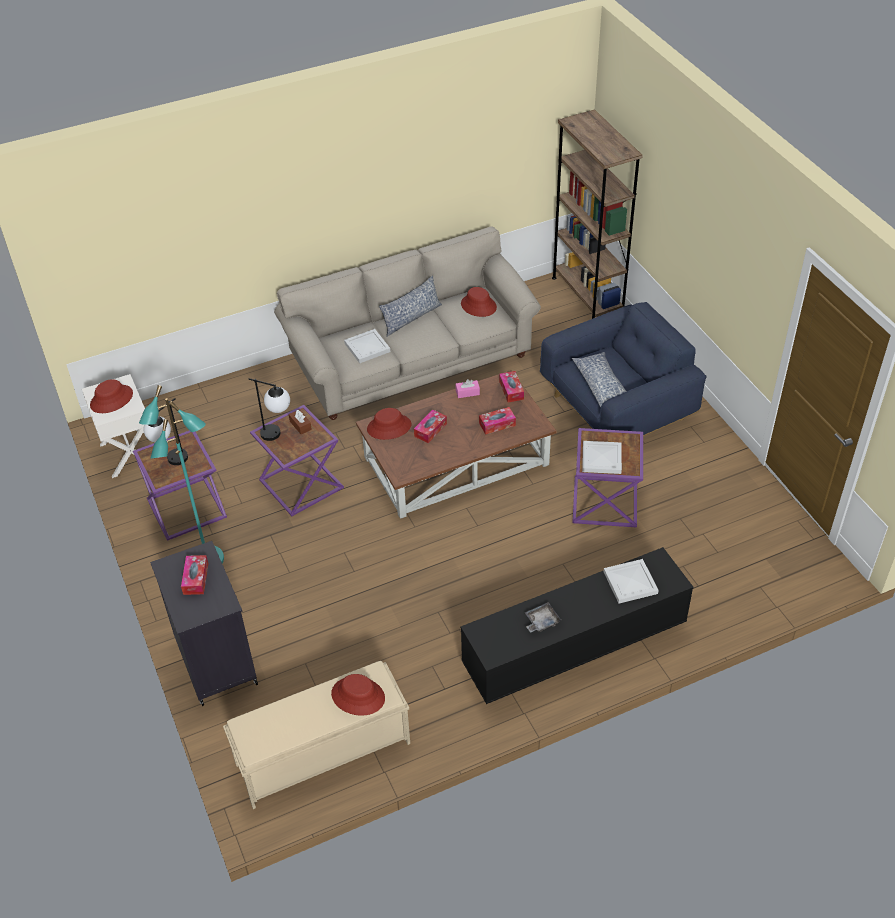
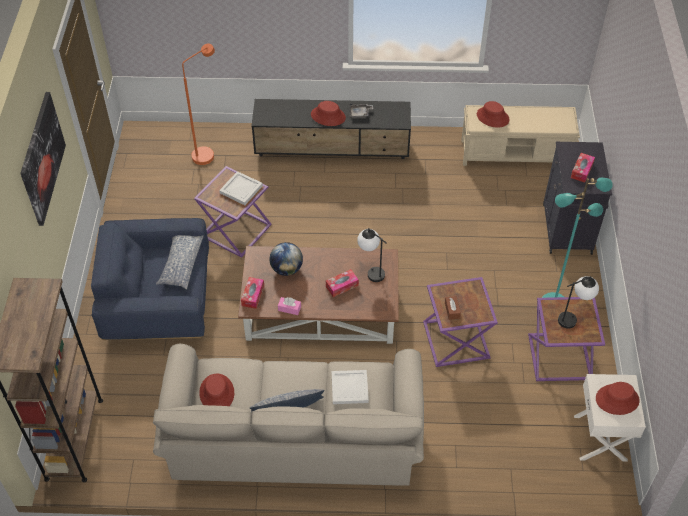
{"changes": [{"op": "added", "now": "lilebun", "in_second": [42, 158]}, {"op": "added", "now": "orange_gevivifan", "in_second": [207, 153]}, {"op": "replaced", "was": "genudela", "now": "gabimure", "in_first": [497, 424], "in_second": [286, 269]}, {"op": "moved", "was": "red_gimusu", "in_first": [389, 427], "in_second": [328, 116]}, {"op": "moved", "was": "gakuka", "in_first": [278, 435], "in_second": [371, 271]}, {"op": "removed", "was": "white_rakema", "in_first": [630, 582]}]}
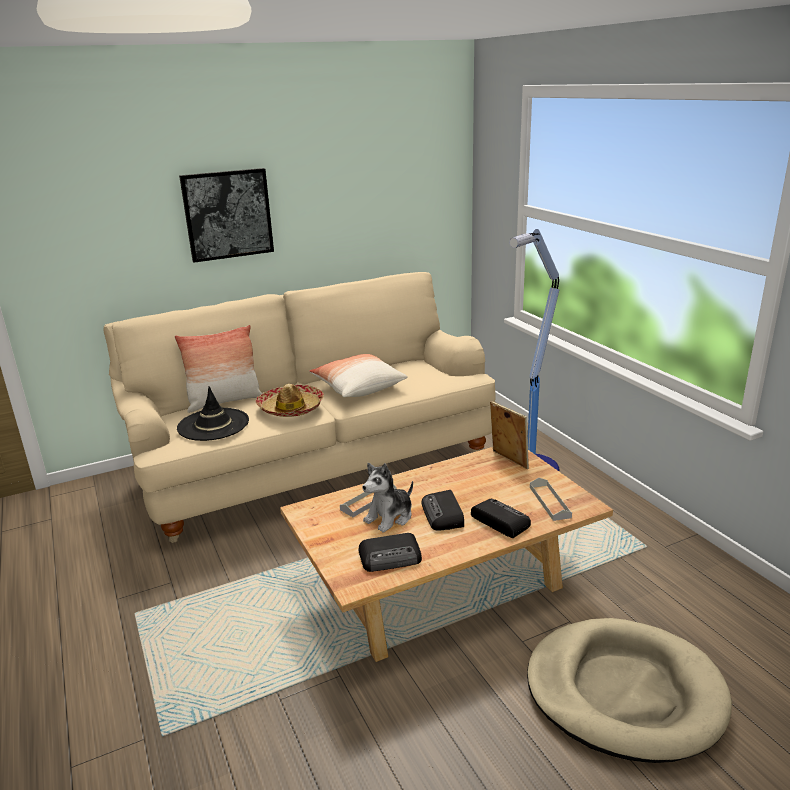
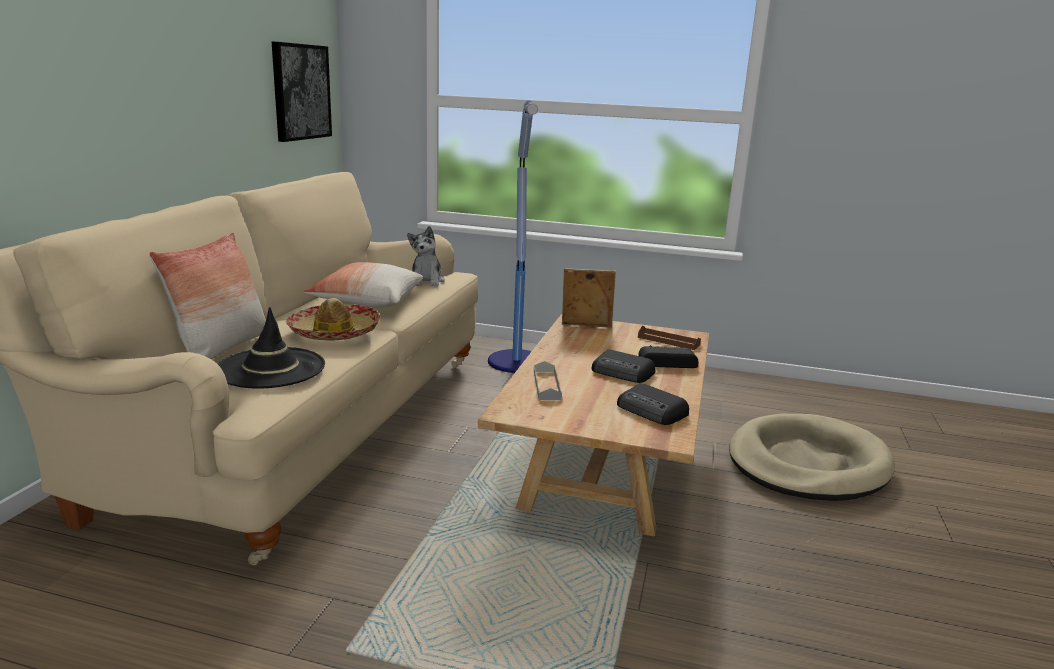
{"changes": [{"op": "moved", "was": "lilebun", "in_first": [228, 214], "in_second": [301, 92]}, {"op": "moved", "was": "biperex", "in_first": [390, 517], "in_second": [426, 281]}, {"op": "turned", "was": "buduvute", "in_first": [391, 557], "in_second": [652, 411], "clockwise": 105}, {"op": "recoloured", "was": "grey_rakema", "now": "brown_rakema", "in_first": [549, 502], "in_second": [668, 341]}]}
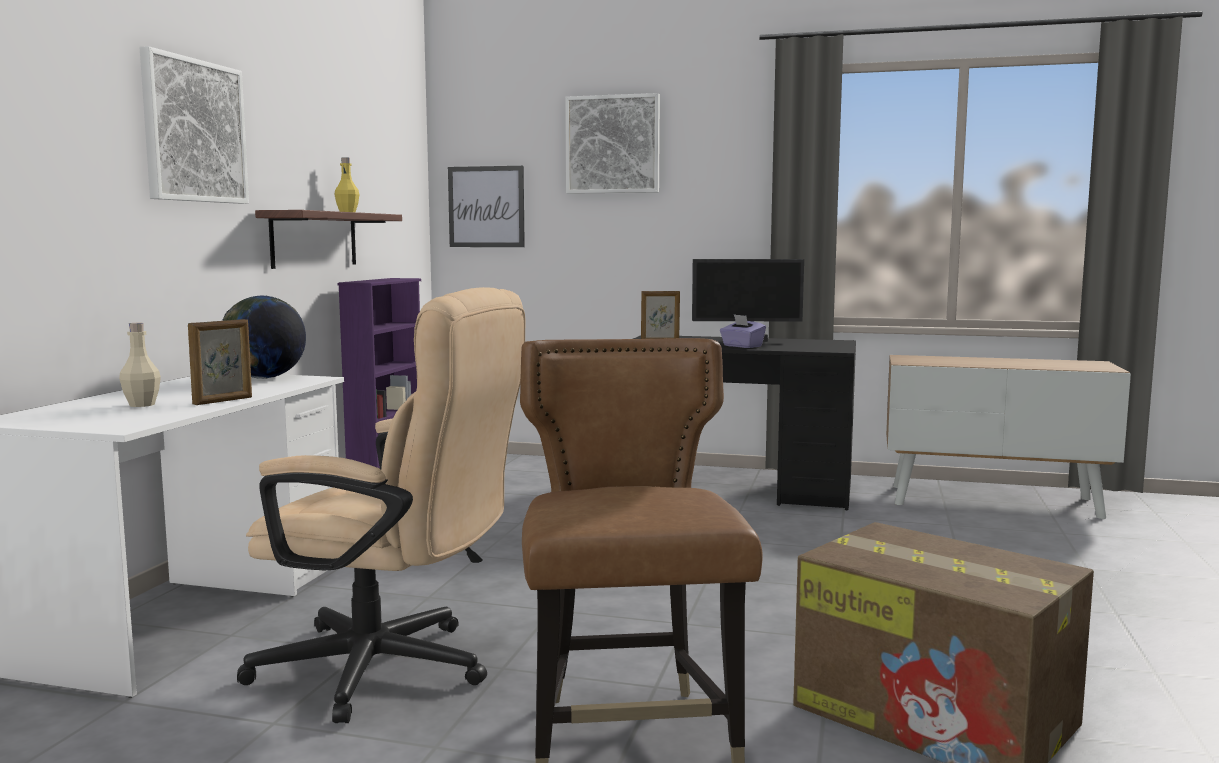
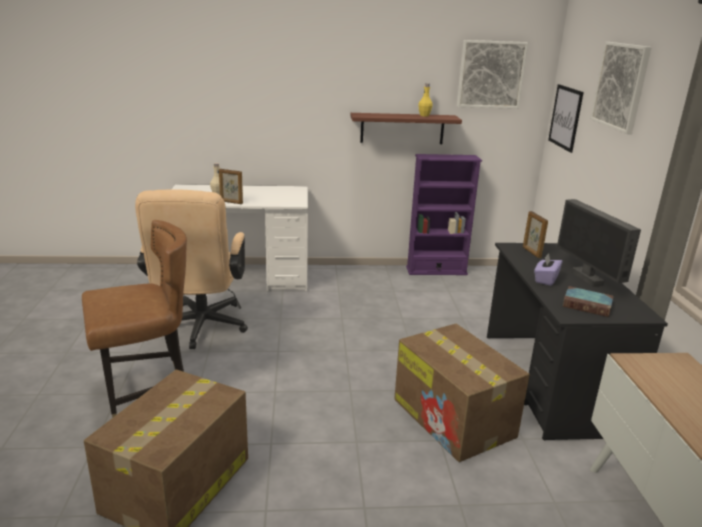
{"changes": [{"op": "added", "now": "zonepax", "in_second": [454, 419]}, {"op": "moved", "was": "lilebun", "in_first": [194, 131], "in_second": [491, 74]}, {"op": "added", "now": "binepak", "in_second": [588, 305]}, {"op": "removed", "was": "gabimure", "in_first": [265, 378]}]}
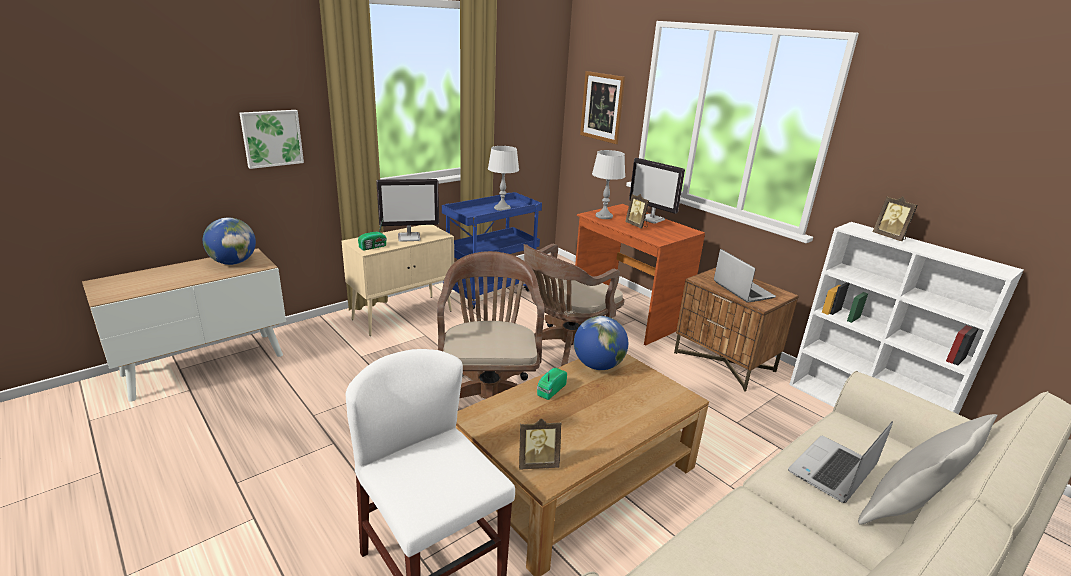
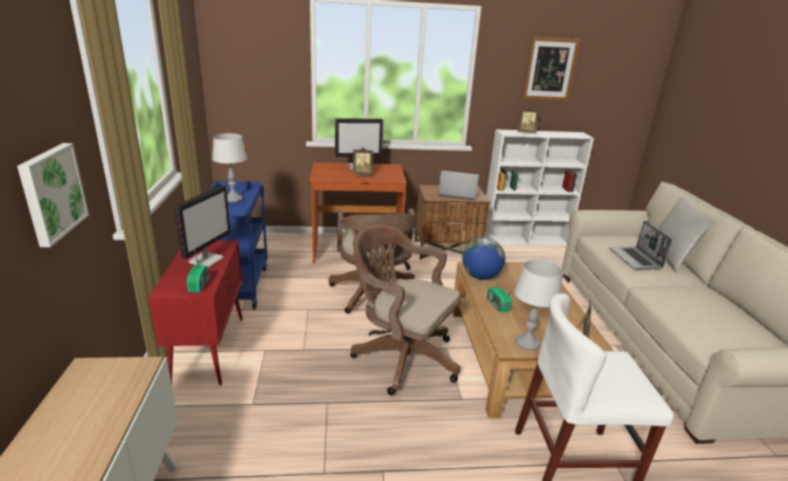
{"changes": [{"op": "recoloured", "was": "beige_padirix", "now": "red_padirix", "in_first": [403, 315], "in_second": [209, 349]}, {"op": "moved", "was": "grey_gakuka", "in_first": [604, 216], "in_second": [527, 342]}, {"op": "moved", "was": "lilebun", "in_first": [602, 107], "in_second": [550, 69]}, {"op": "removed", "was": "gabimure", "in_first": [233, 262]}]}
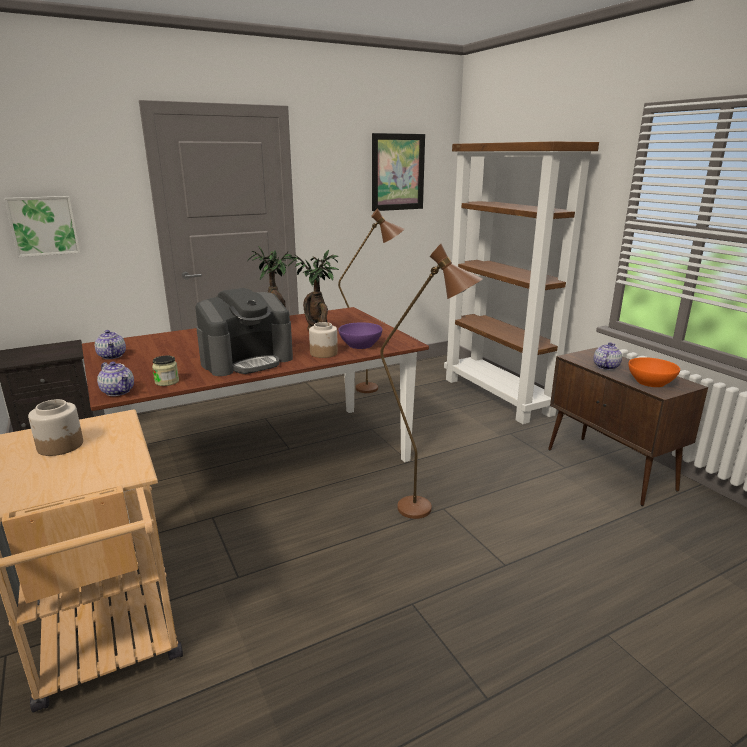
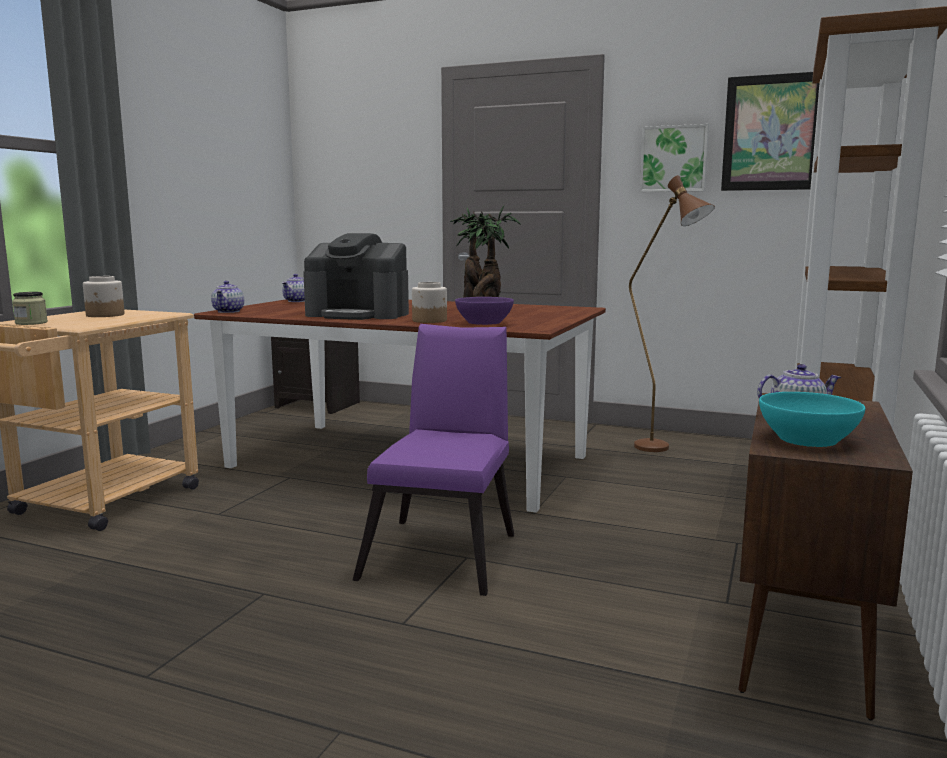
{"changes": [{"op": "moved", "was": "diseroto", "in_first": [167, 382], "in_second": [31, 323]}, {"op": "replaced", "was": "brown_gevivifan", "now": "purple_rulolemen", "in_first": [427, 511], "in_second": [445, 551]}, {"op": "moved", "was": "lilebun", "in_first": [43, 225], "in_second": [674, 159]}, {"op": "recoloured", "was": "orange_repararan", "now": "turquoise_repararan", "in_first": [650, 382], "in_second": [807, 439]}]}
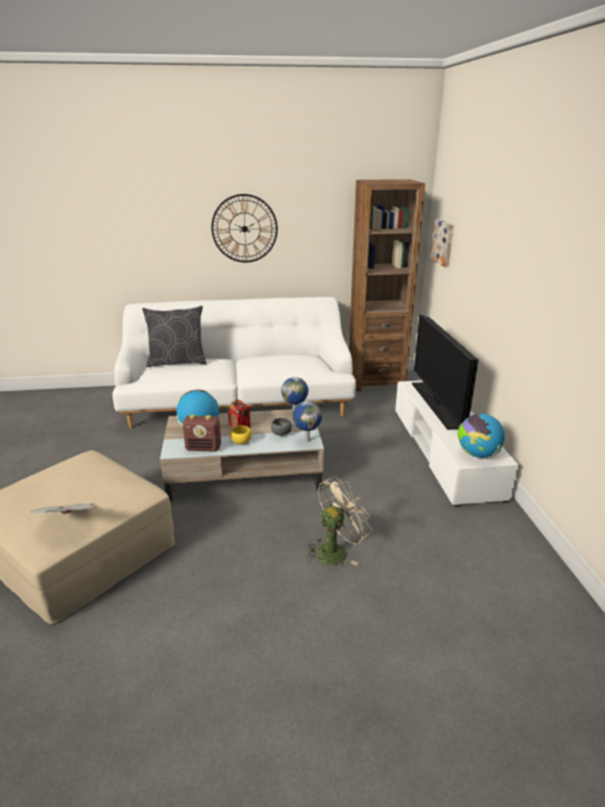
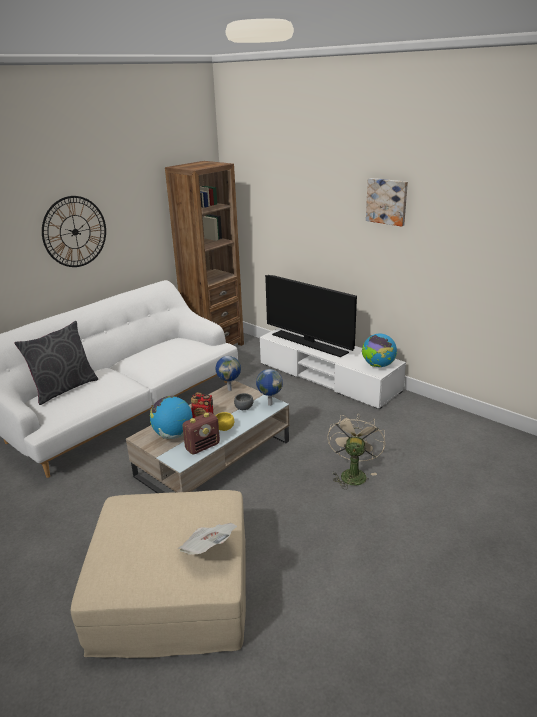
{"changes": [{"op": "moved", "was": "lilebun", "in_first": [444, 242], "in_second": [387, 201]}]}
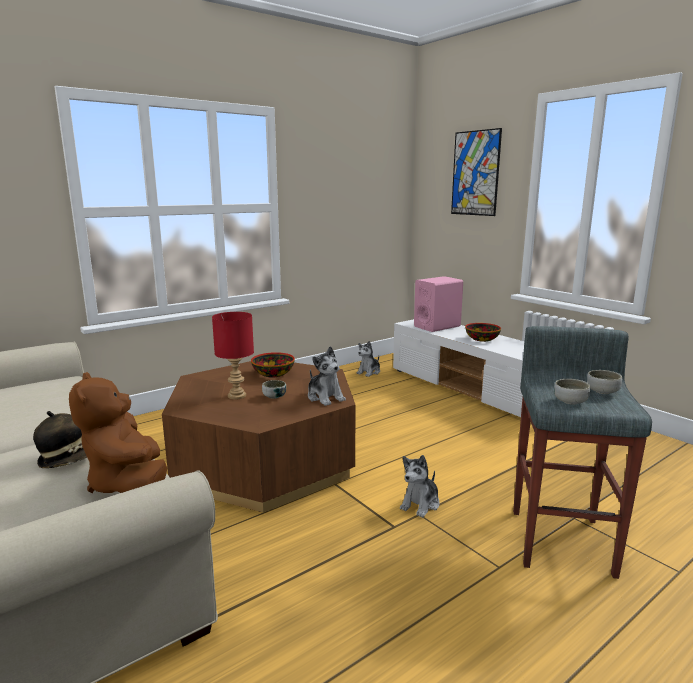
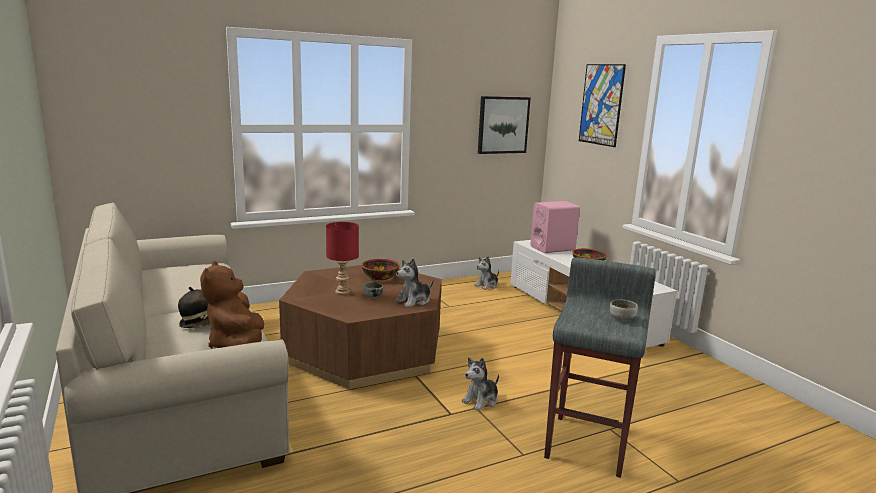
{"changes": [{"op": "turned", "was": "biperex", "in_first": [325, 397], "in_second": [414, 301], "clockwise": 75}, {"op": "added", "now": "lilebun", "in_second": [503, 125]}, {"op": "removed", "was": "repararan", "in_first": [570, 401]}]}
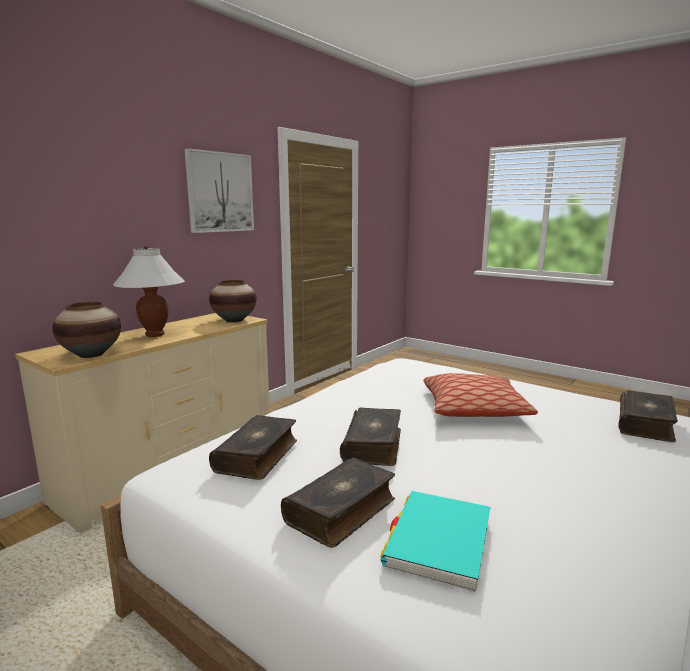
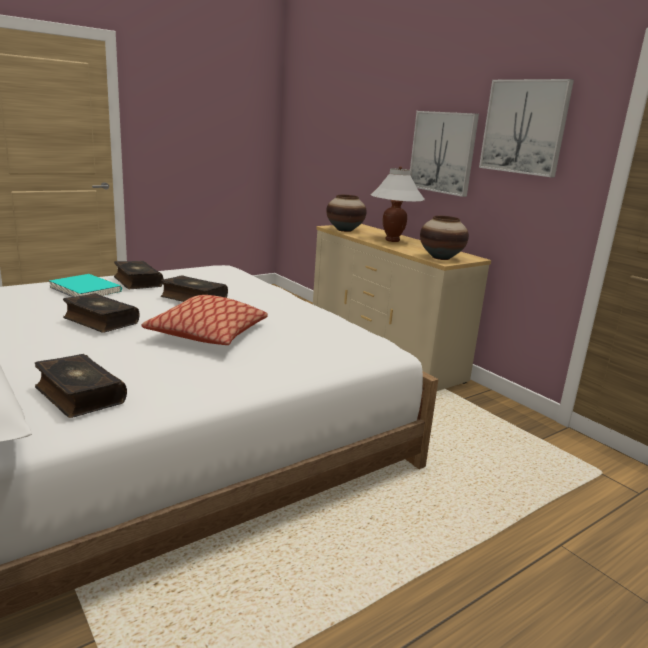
{"changes": [{"op": "moved", "was": "binepak", "in_first": [258, 456], "in_second": [100, 321]}, {"op": "added", "now": "lilebun", "in_second": [443, 152]}]}
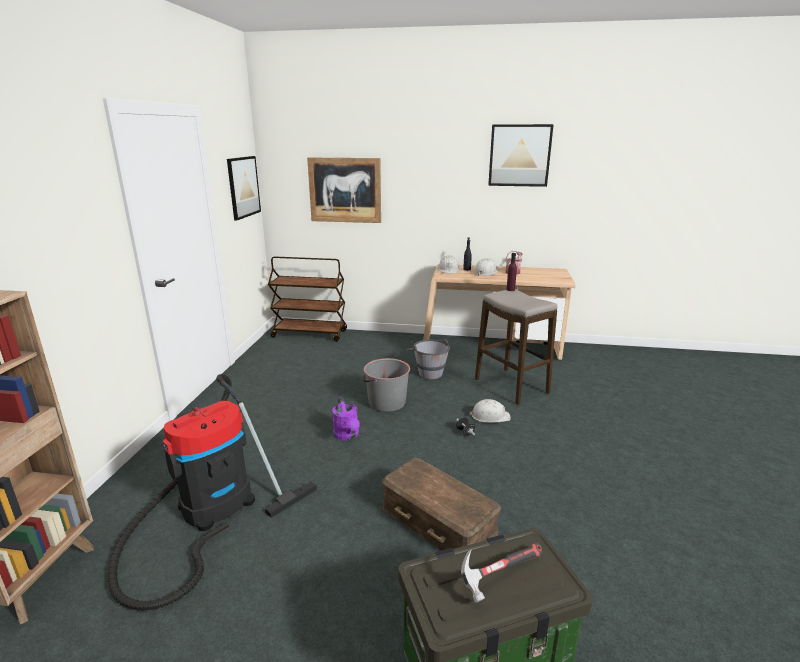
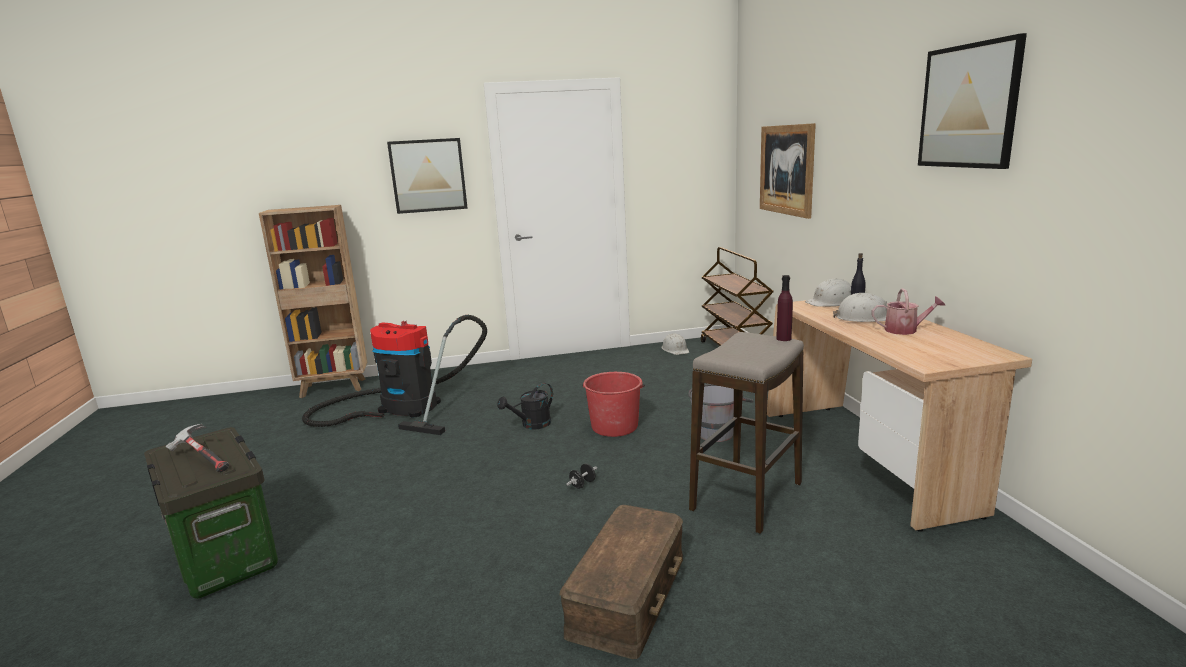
{"changes": [{"op": "moved", "was": "lilebun", "in_first": [243, 187], "in_second": [428, 175]}, {"op": "recoloured", "was": "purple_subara", "now": "black_subara", "in_first": [347, 436], "in_second": [531, 425]}, {"op": "moved", "was": "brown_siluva", "in_first": [439, 521], "in_second": [629, 595]}, {"op": "recoloured", "was": "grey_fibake", "now": "red_fibake", "in_first": [386, 402], "in_second": [614, 426]}, {"op": "moved", "was": "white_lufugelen", "in_first": [490, 416], "in_second": [675, 349]}]}
